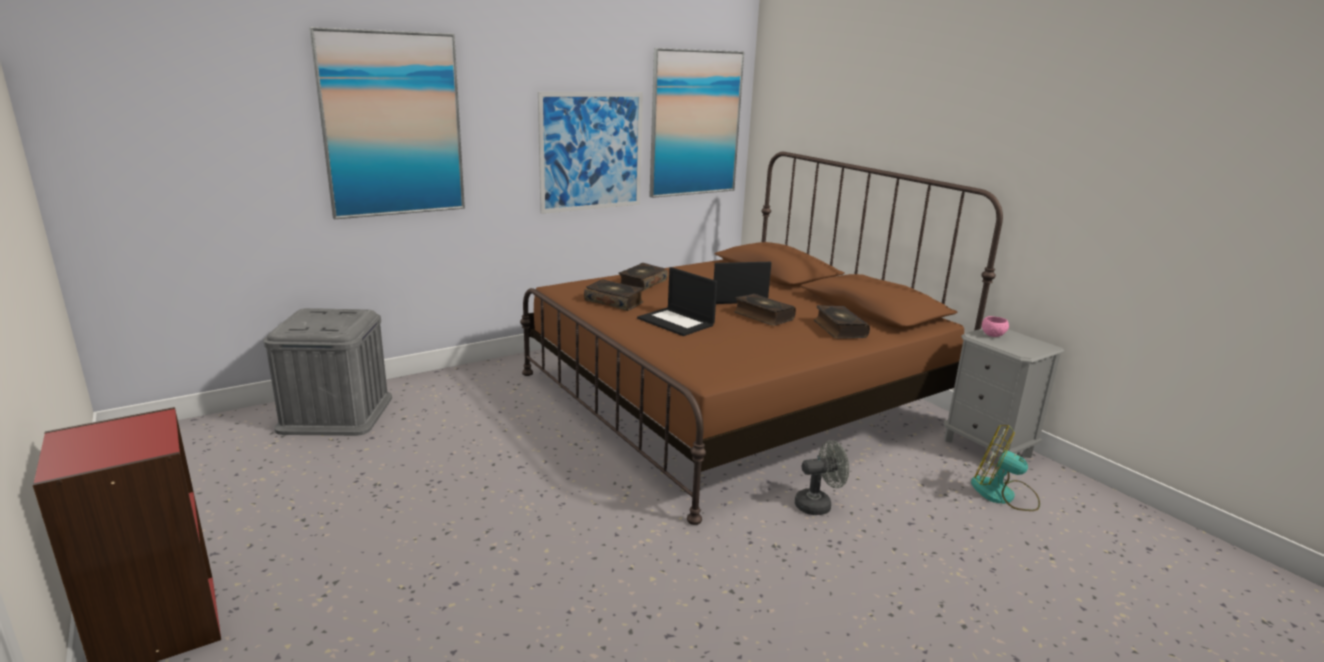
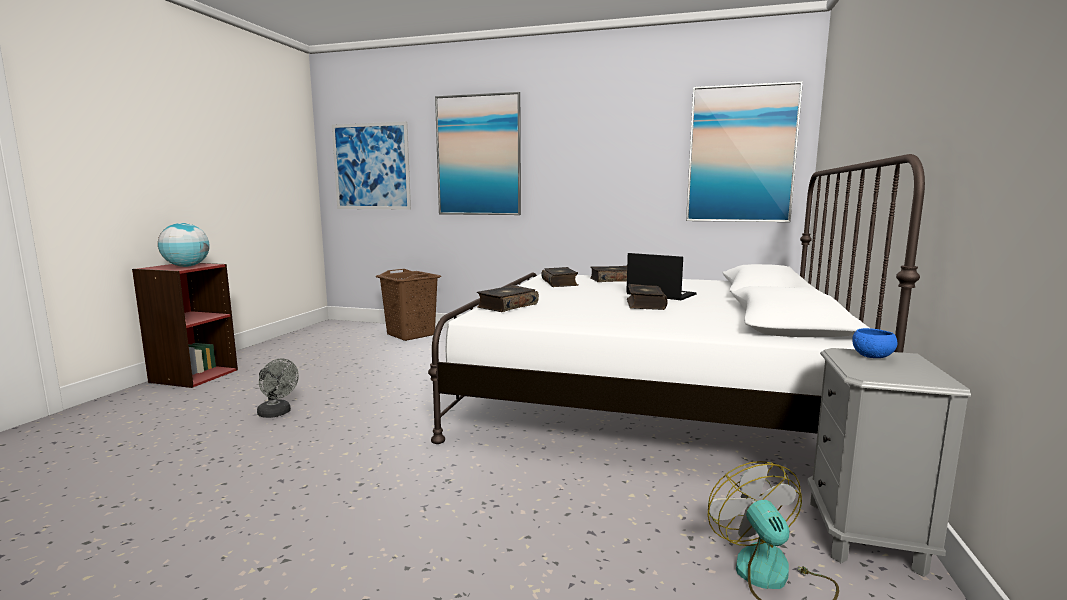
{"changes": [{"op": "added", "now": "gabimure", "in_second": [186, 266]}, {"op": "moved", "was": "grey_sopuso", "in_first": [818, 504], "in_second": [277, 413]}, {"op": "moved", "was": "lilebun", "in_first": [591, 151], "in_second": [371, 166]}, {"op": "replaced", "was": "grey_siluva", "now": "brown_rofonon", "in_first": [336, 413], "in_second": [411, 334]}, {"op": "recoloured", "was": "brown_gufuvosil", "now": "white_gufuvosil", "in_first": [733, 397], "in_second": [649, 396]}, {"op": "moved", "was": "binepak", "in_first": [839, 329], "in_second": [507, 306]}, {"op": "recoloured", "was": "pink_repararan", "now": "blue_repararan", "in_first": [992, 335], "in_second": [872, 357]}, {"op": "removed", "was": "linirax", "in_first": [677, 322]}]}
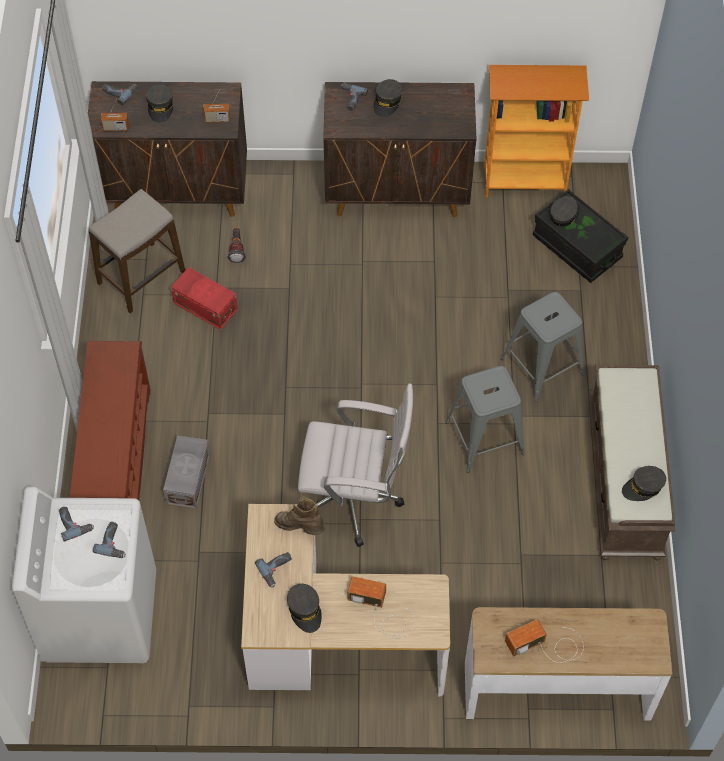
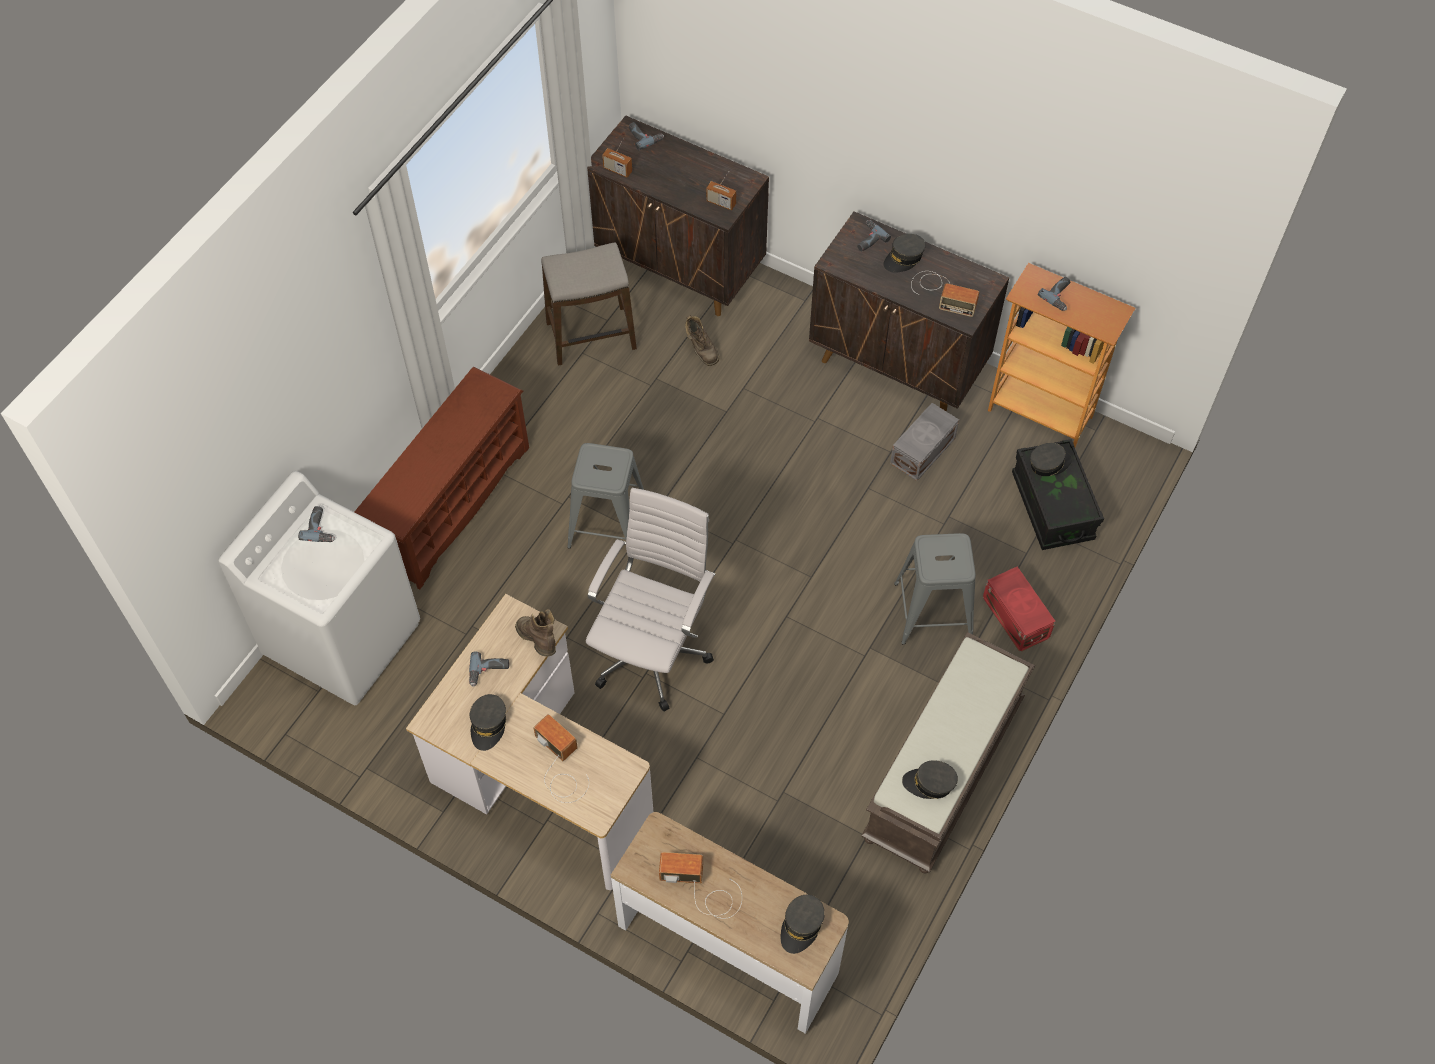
{"changes": [{"op": "moved", "was": "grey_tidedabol", "in_first": [484, 437], "in_second": [608, 524]}, {"op": "turned", "was": "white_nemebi", "in_first": [355, 500], "in_second": [653, 651], "clockwise": -105}, {"op": "replaced", "was": "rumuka", "now": "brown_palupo", "in_first": [237, 248], "in_second": [701, 349]}, {"op": "moved", "was": "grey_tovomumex", "in_first": [160, 107], "in_second": [801, 926]}, {"op": "moved", "was": "grey_siluva", "in_first": [189, 478], "in_second": [924, 451]}, {"op": "added", "now": "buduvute", "in_second": [942, 293]}, {"op": "moved", "was": "red_siluva", "in_first": [205, 305], "in_second": [1016, 616]}, {"op": "moved", "was": "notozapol", "in_first": [114, 542], "in_second": [1060, 296]}]}
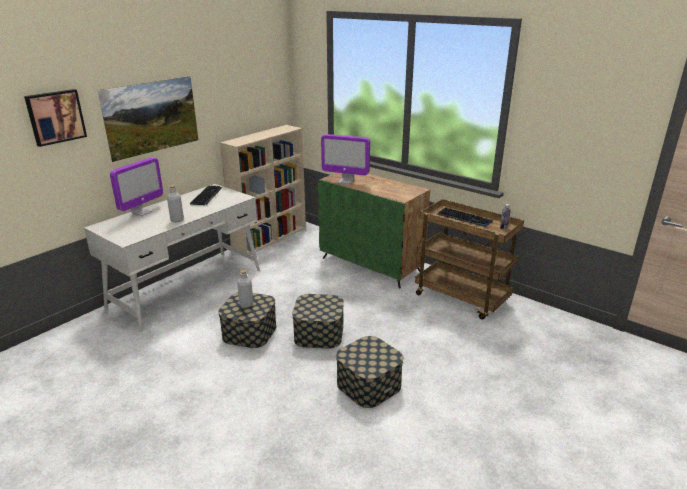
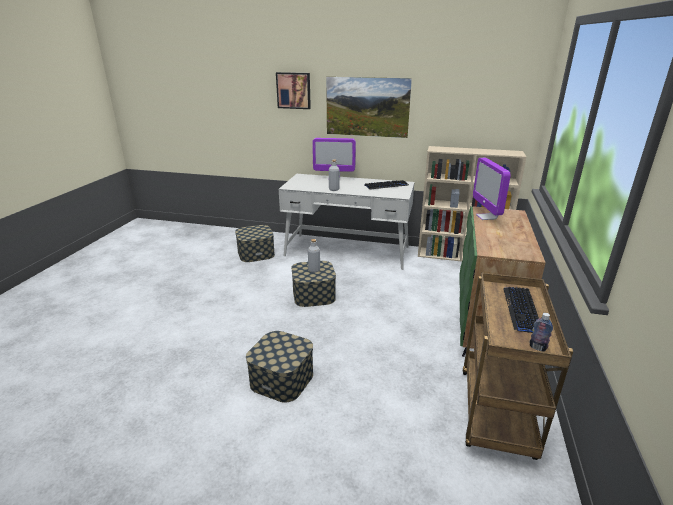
{"changes": [{"op": "moved", "was": "siluva", "in_first": [319, 333], "in_second": [256, 253]}]}
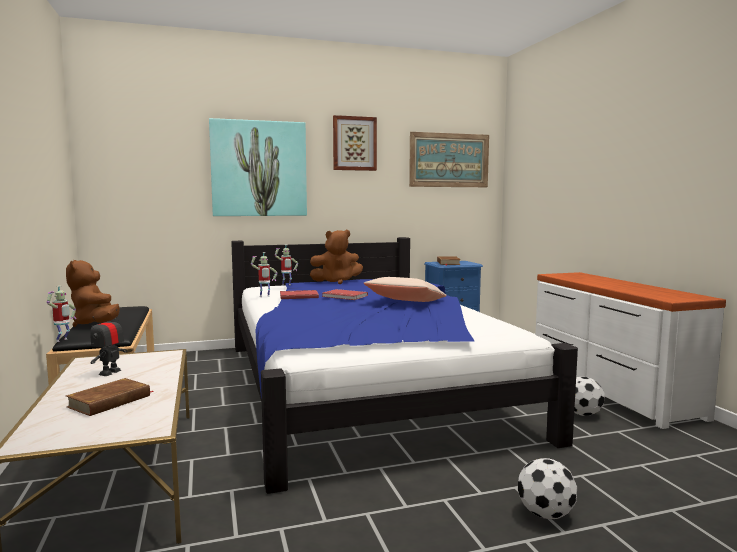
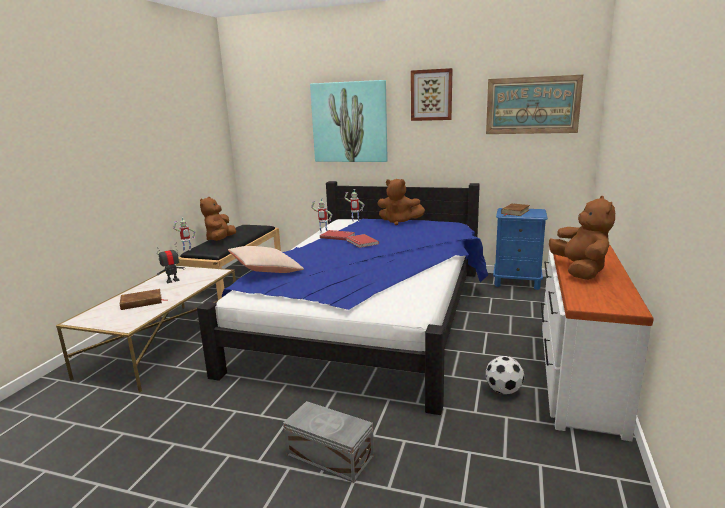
{"changes": [{"op": "moved", "was": "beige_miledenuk", "in_first": [406, 302], "in_second": [266, 270]}, {"op": "replaced", "was": "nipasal", "now": "grey_siluva", "in_first": [546, 514], "in_second": [330, 457]}, {"op": "added", "now": "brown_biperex", "in_second": [580, 270]}]}
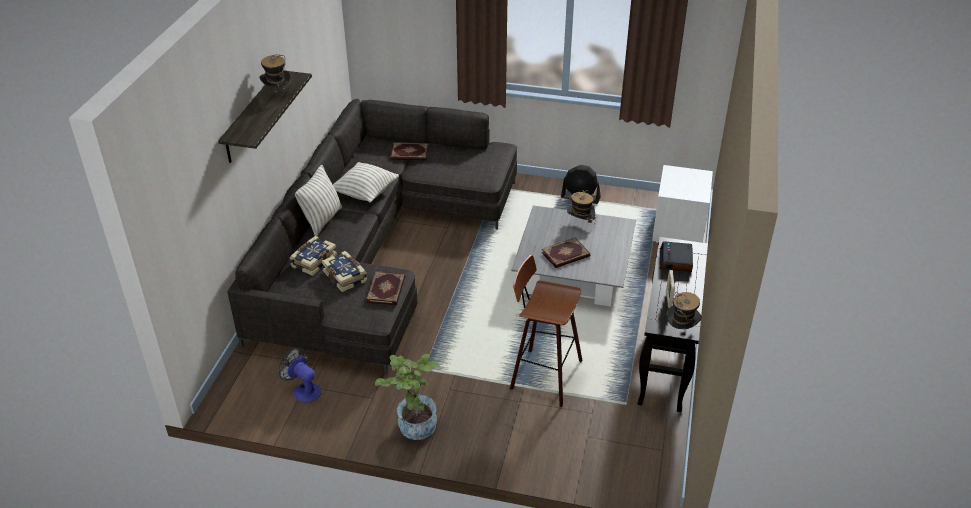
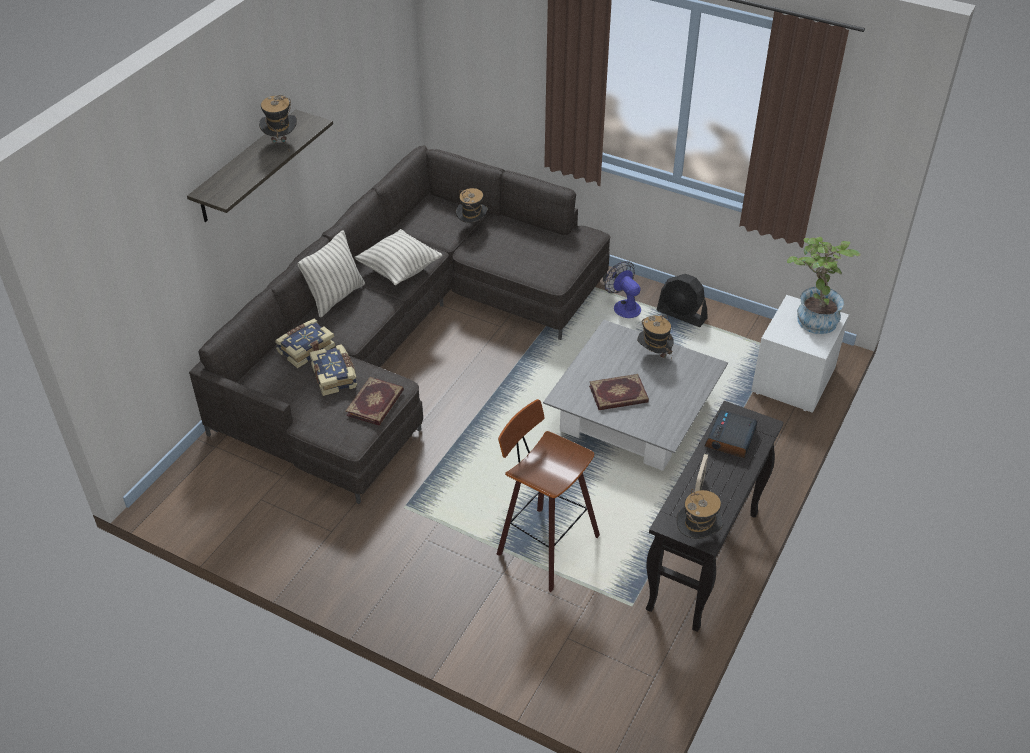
{"changes": [{"op": "replaced", "was": "binepak", "now": "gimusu", "in_first": [409, 154], "in_second": [472, 226]}, {"op": "moved", "was": "sopuso", "in_first": [303, 390], "in_second": [624, 306]}, {"op": "moved", "was": "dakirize", "in_first": [413, 423], "in_second": [812, 317]}]}
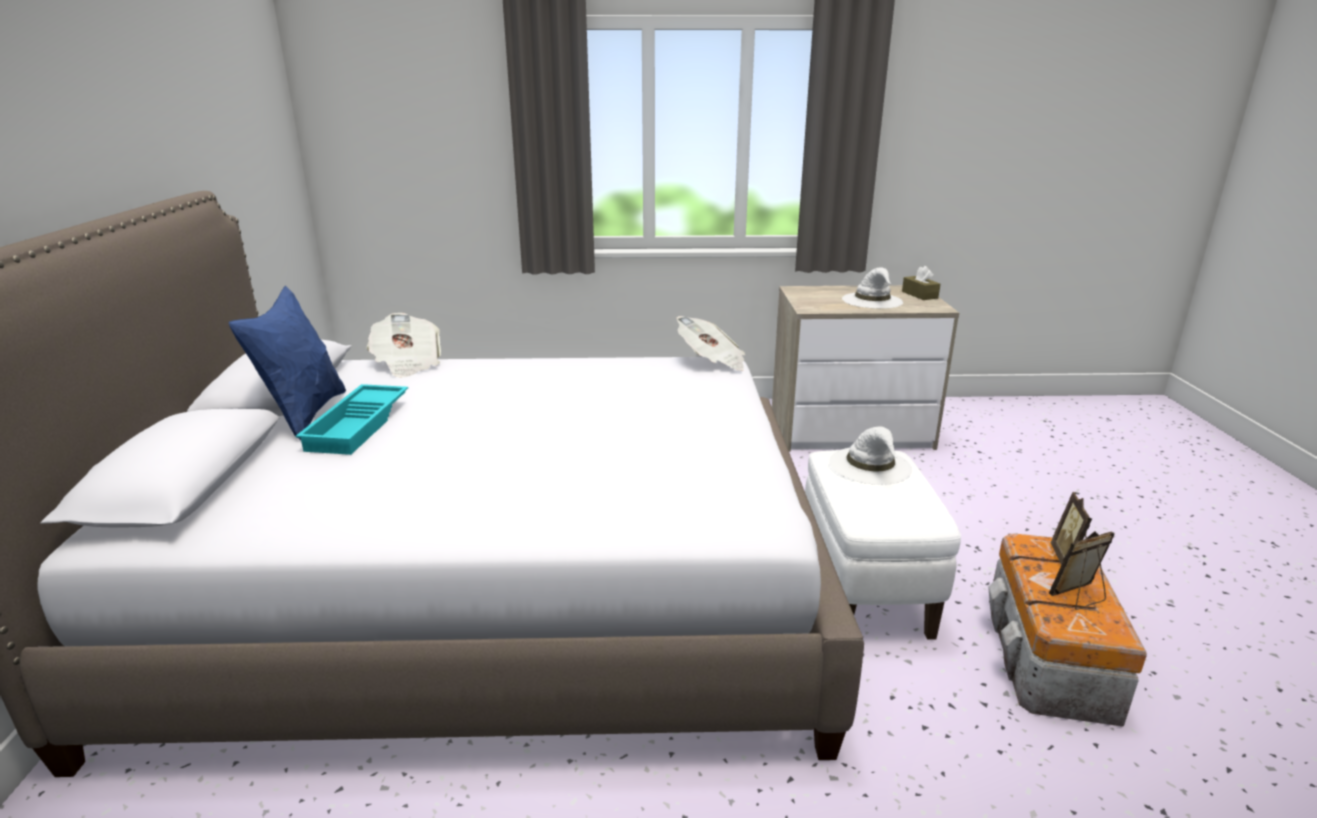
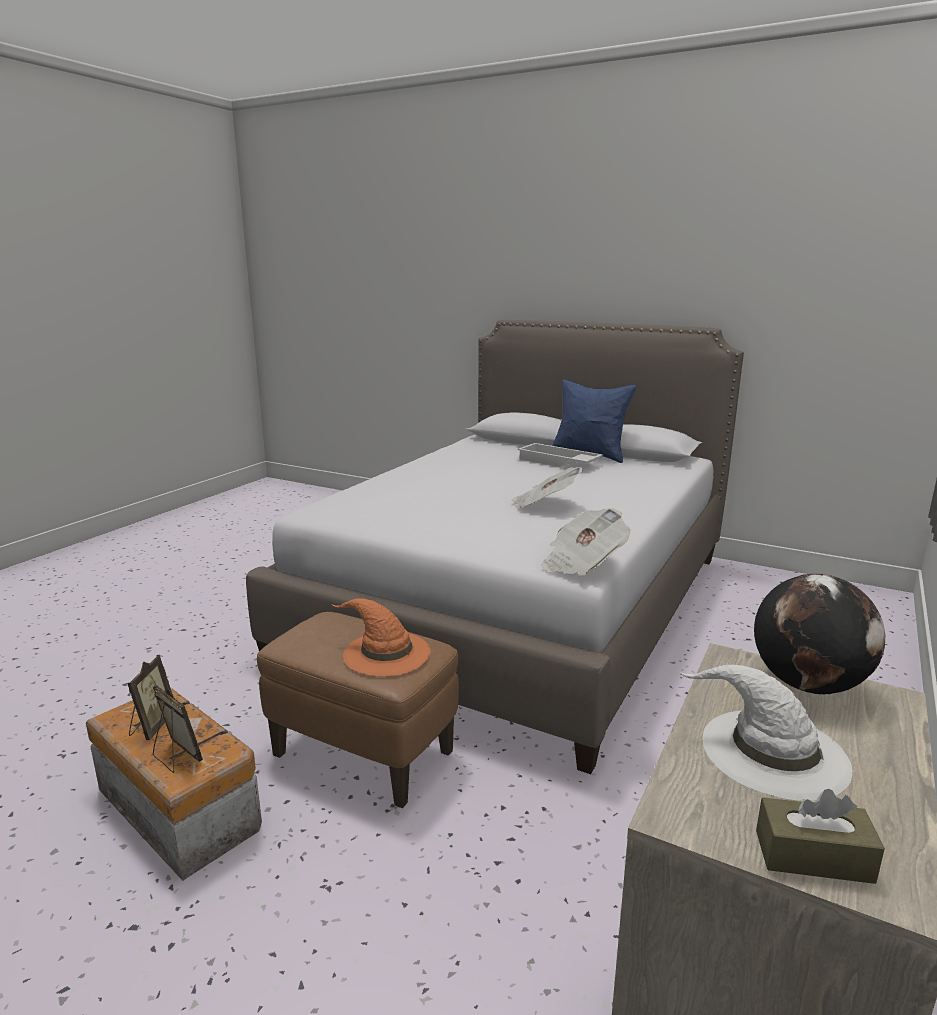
{"changes": [{"op": "recoloured", "was": "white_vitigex", "now": "brown_vitigex", "in_first": [864, 589], "in_second": [364, 754]}, {"op": "recoloured", "was": "white_gimusu", "now": "orange_gimusu", "in_first": [871, 466], "in_second": [385, 653]}, {"op": "moved", "was": "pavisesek", "in_first": [407, 364], "in_second": [544, 505]}, {"op": "recoloured", "was": "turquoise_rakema", "now": "white_rakema", "in_first": [359, 426], "in_second": [557, 462]}, {"op": "added", "now": "gabimure", "in_second": [808, 684]}]}
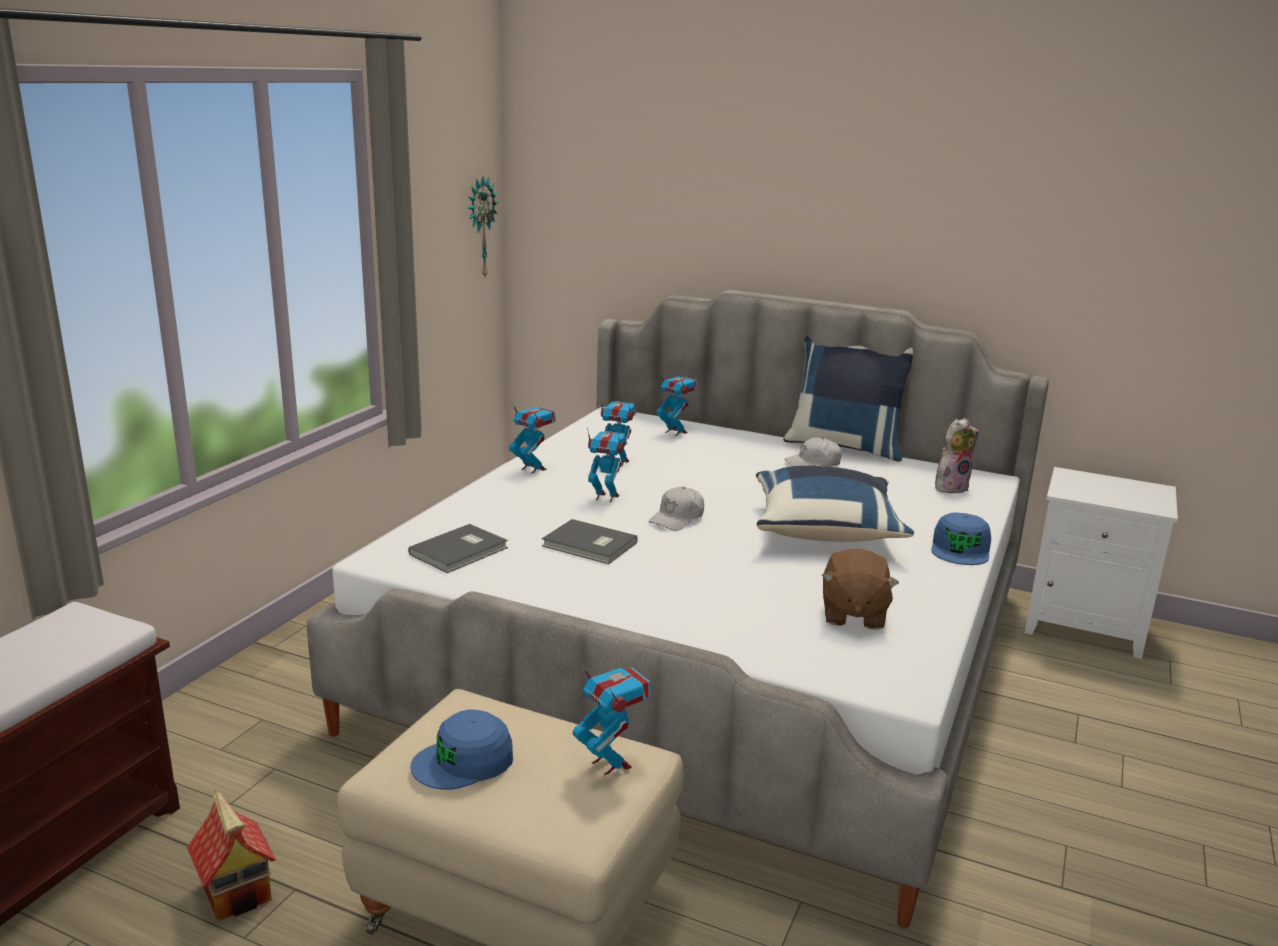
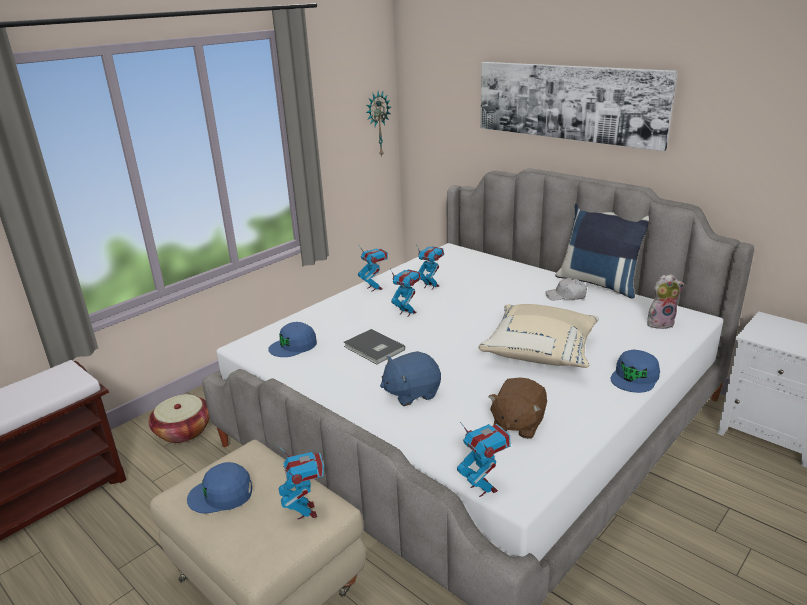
{"changes": [{"op": "added", "now": "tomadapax", "in_second": [183, 431]}, {"op": "replaced", "was": "grey_binepak", "now": "blue_tovomumex", "in_first": [461, 551], "in_second": [293, 346]}, {"op": "added", "now": "blue_biperex", "in_second": [411, 393]}, {"op": "moved", "was": "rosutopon", "in_first": [675, 432], "in_second": [483, 488]}, {"op": "recoloured", "was": "blue_miledenuk", "now": "beige_miledenuk", "in_first": [825, 530], "in_second": [541, 352]}, {"op": "added", "now": "lilebun", "in_second": [568, 102]}, {"op": "removed", "was": "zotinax", "in_first": [238, 891]}, {"op": "removed", "was": "white_tovomumex", "in_first": [677, 518]}]}
